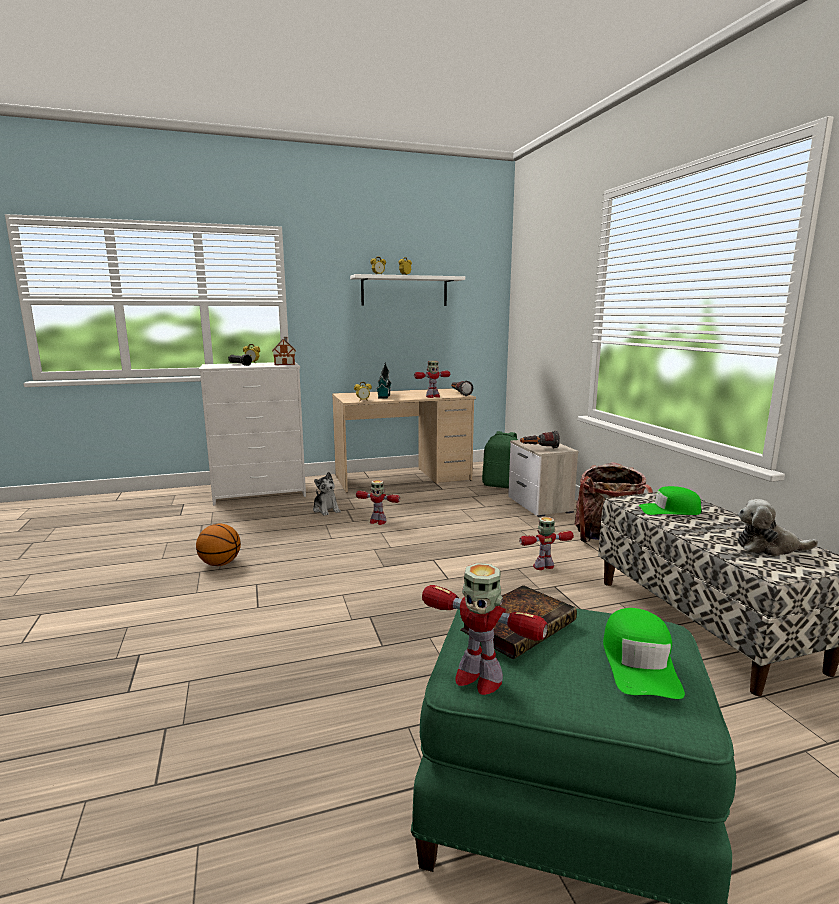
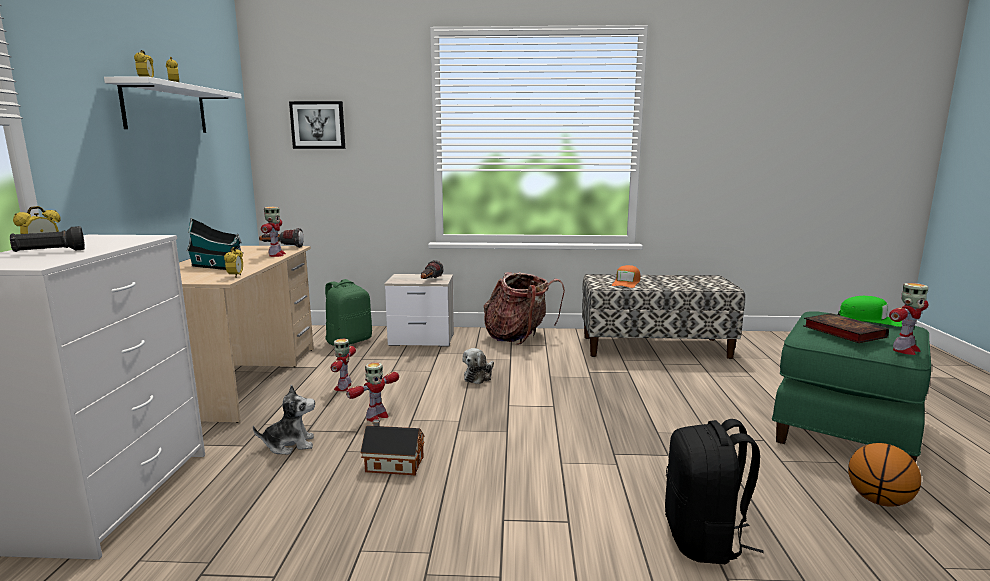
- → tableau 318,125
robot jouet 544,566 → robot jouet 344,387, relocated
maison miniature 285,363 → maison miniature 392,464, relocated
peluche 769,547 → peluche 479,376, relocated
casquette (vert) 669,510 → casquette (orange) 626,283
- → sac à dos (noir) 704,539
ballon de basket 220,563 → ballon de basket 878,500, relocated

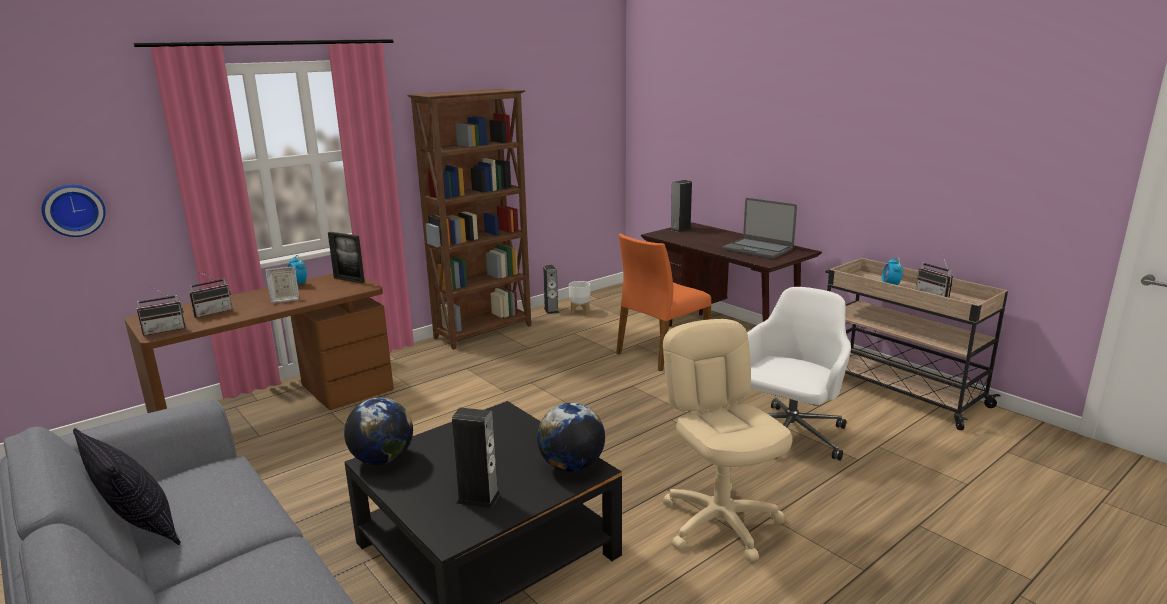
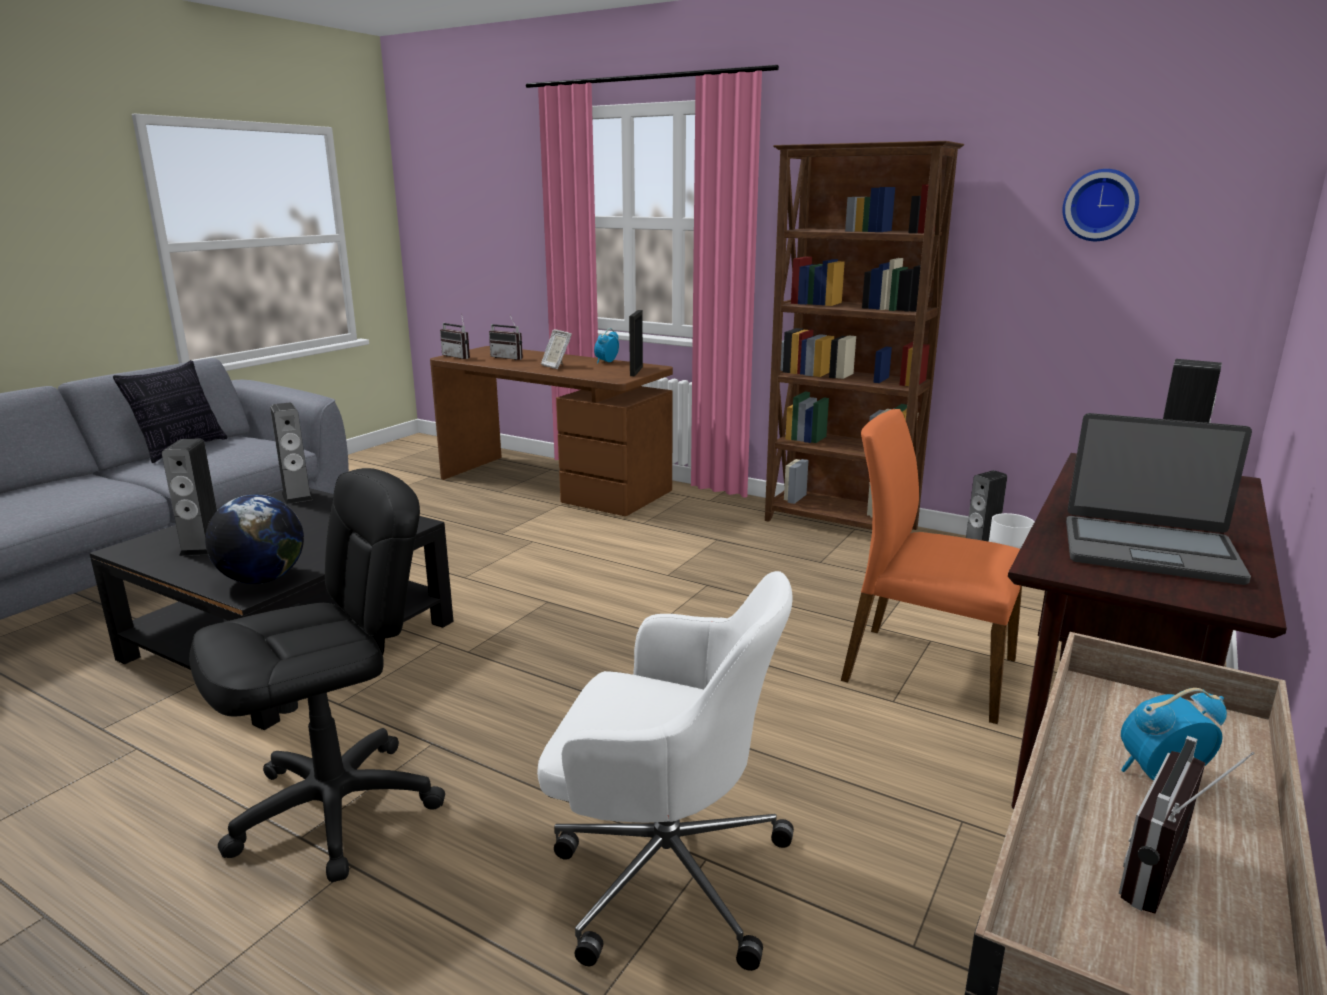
chaise de bureau (beige) 720,523 → chaise de bureau (noir) 336,809
globe 382,459 → enceinte 297,496
horloge murale 73,210 → horloge murale 1100,205, relocated
ordinateur portable 758,249 → ordinateur portable 1149,550, 90 degrees counterclockwise

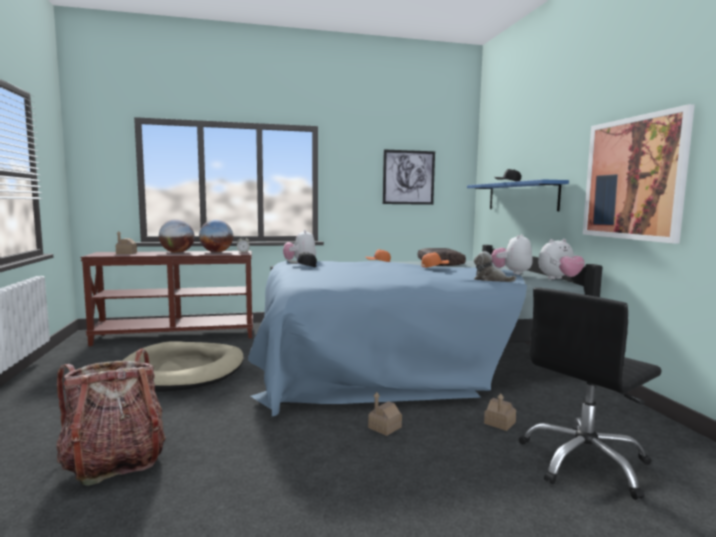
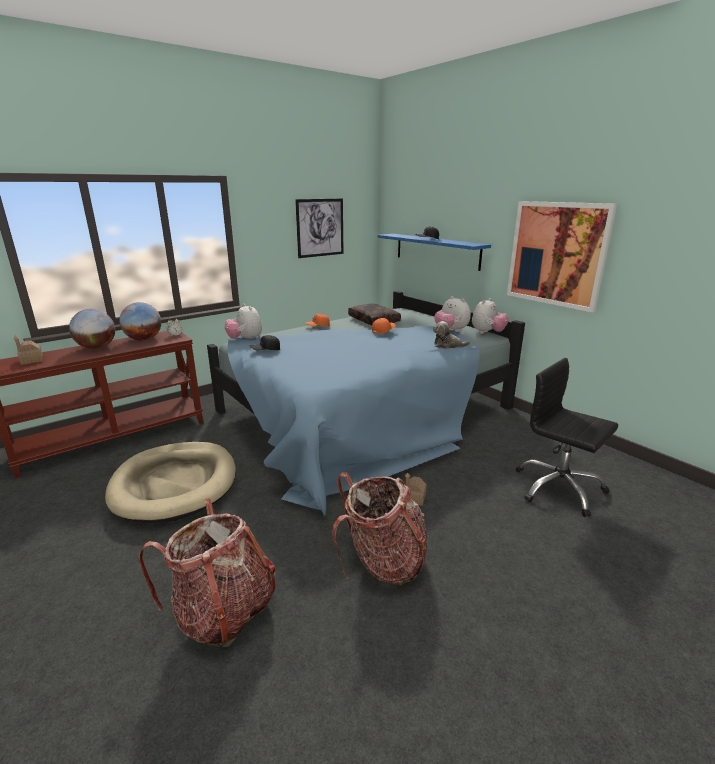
- → sac à dos 383,561
peluche 512,273 → peluche 451,331, 45 degrees counterclockwise
chaise de bureau (noir) 584,462 → chaise de bureau (noir) 558,488, 105 degrees clockwise
maison miniature 499,423 → -

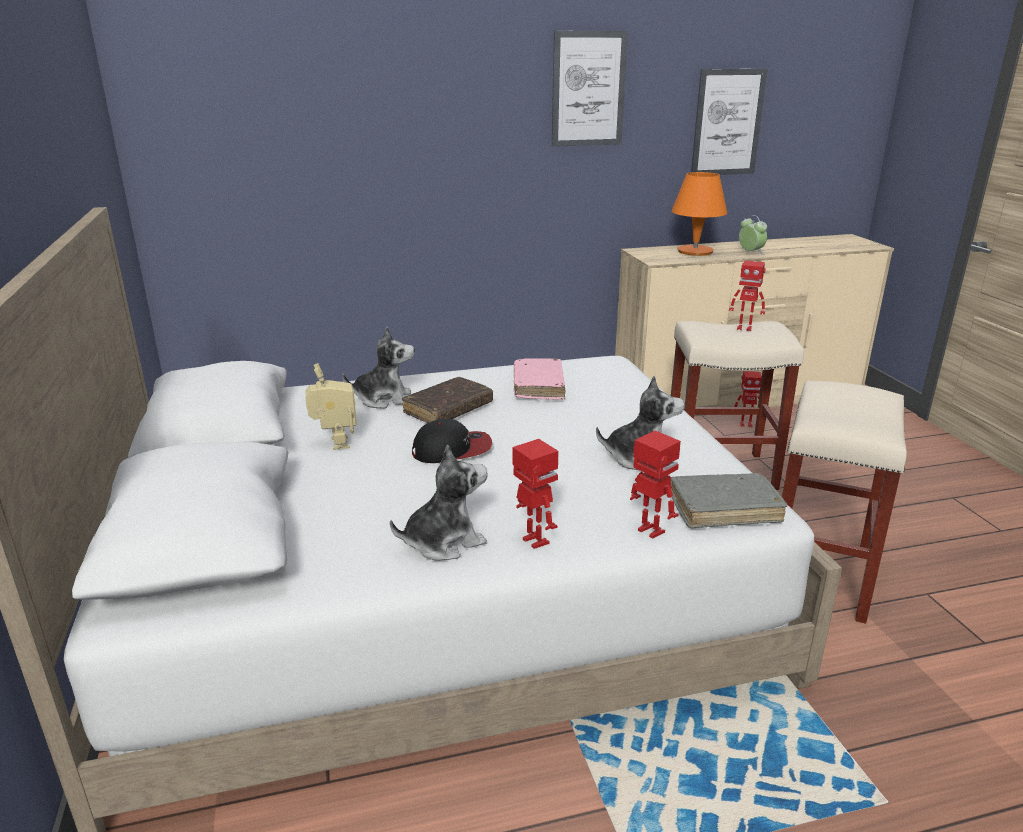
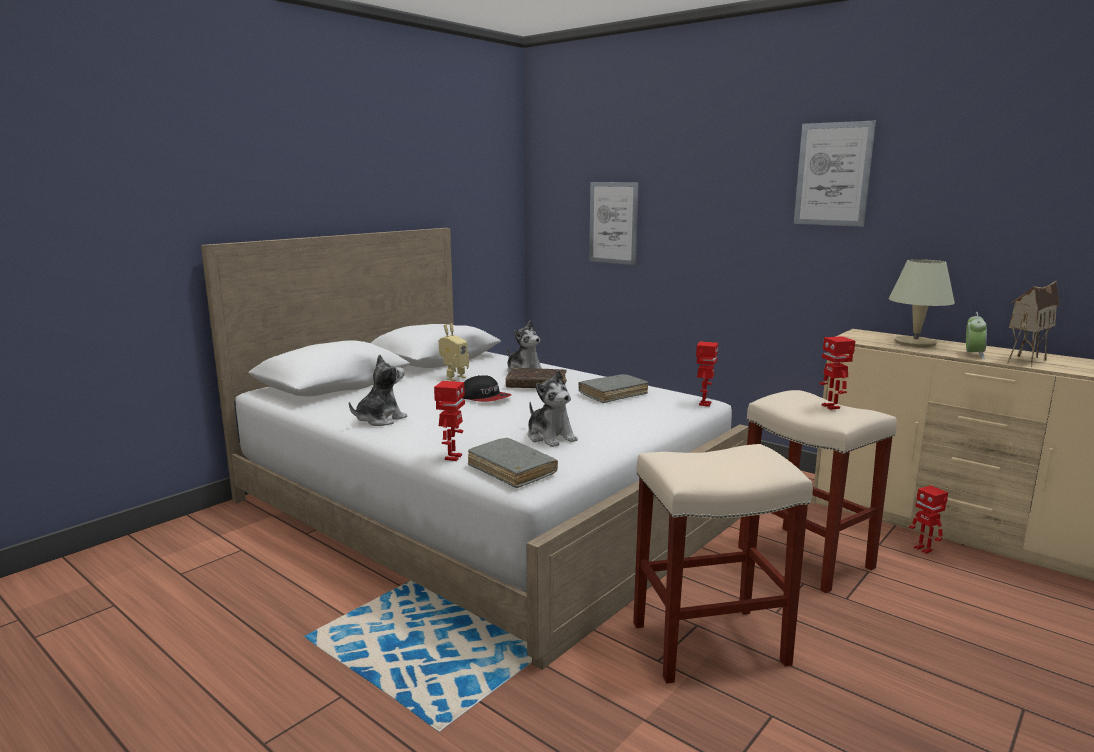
peluche 443,542 → peluche 380,420, 75 degrees counterclockwise
livre (rose) 538,386 → livre (gris) 613,394
tableau 727,123 → tableau 613,223, relocated
robot jouet 534,541 → robot jouet 704,404, relocated
lampe de table (orange) 695,251 → lampe de table (beige) 915,343
- → maison miniature 1024,360

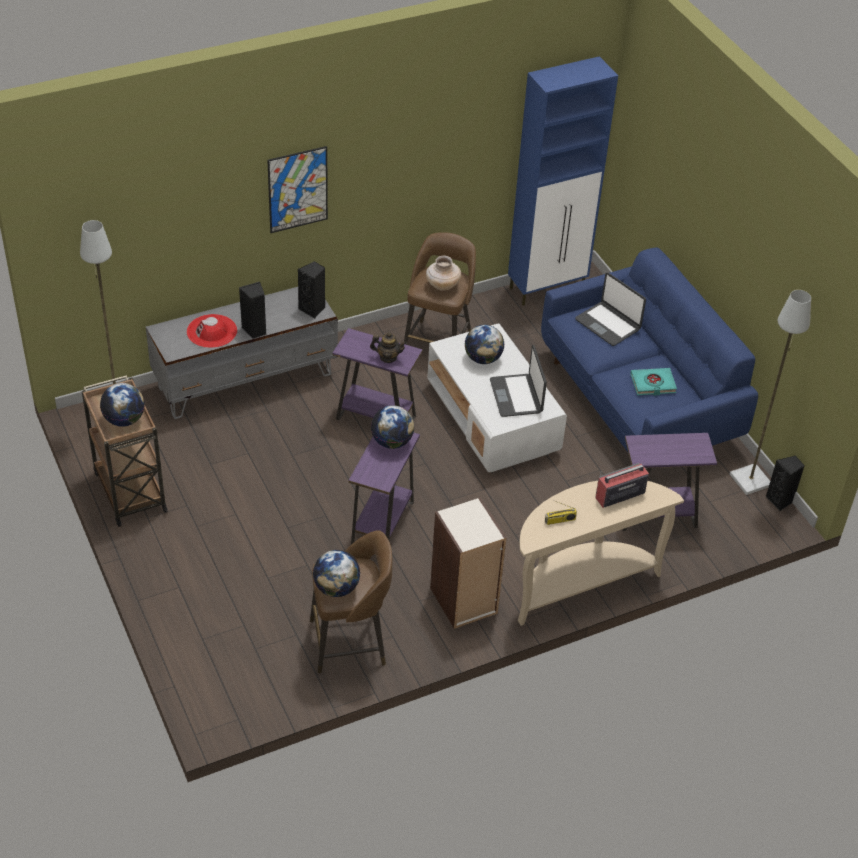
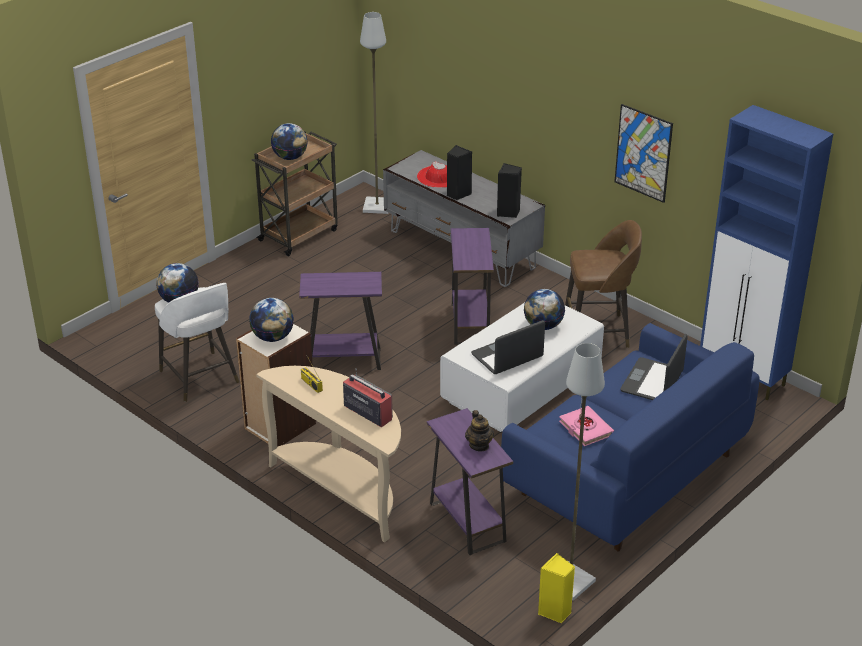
tabouret (marron) 350,642 → tabouret (blanc) 200,378
globe 392,442 → globe 272,337, relocated
théière 388,357 → théière 479,445, relocated
enceinte (noir) 780,501 → enceinte (jaune) 555,612
livre (turquoise) 653,384 → livre (rose) 585,429
tableau 298,189 → tableau 643,153, relocated
vase (beige) 442,285 → -

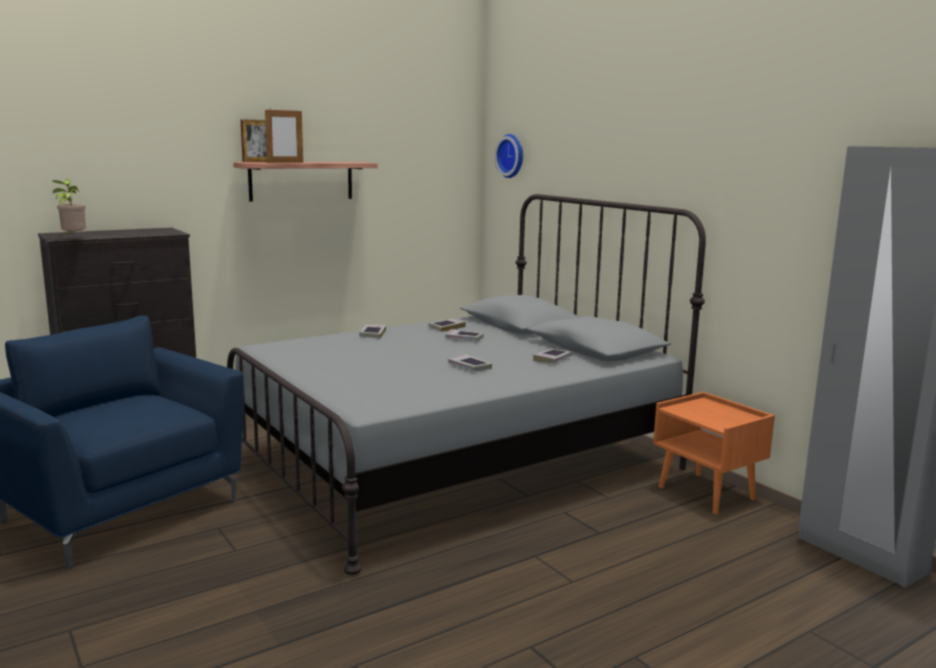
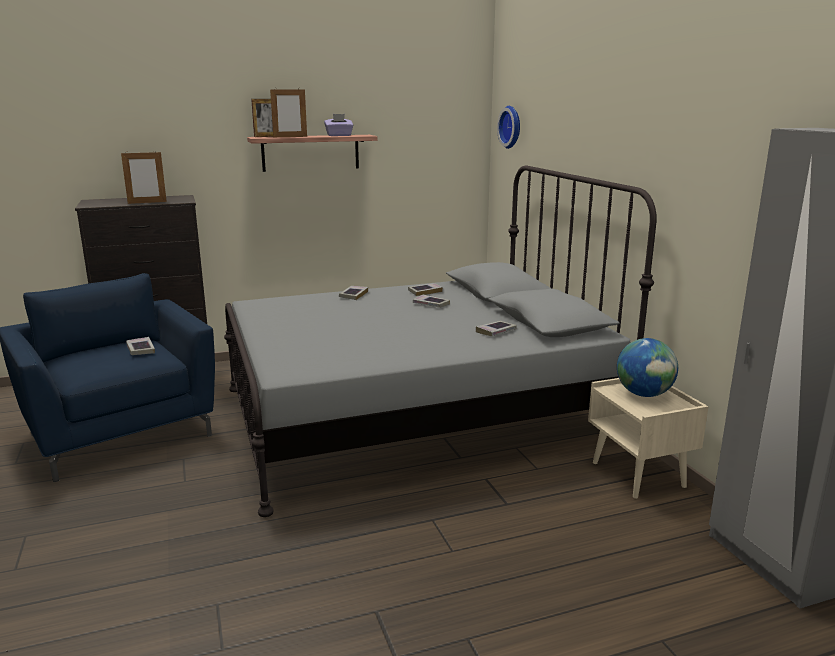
- → cadre photo 147,202
livre 469,367 → livre 140,349, relocated
- → boîte à mouchoirs (violet) 339,135
table de chevet (orange) 707,493 → table de chevet (beige) 639,475
- → globe 644,394
plante en pot 73,238 → -

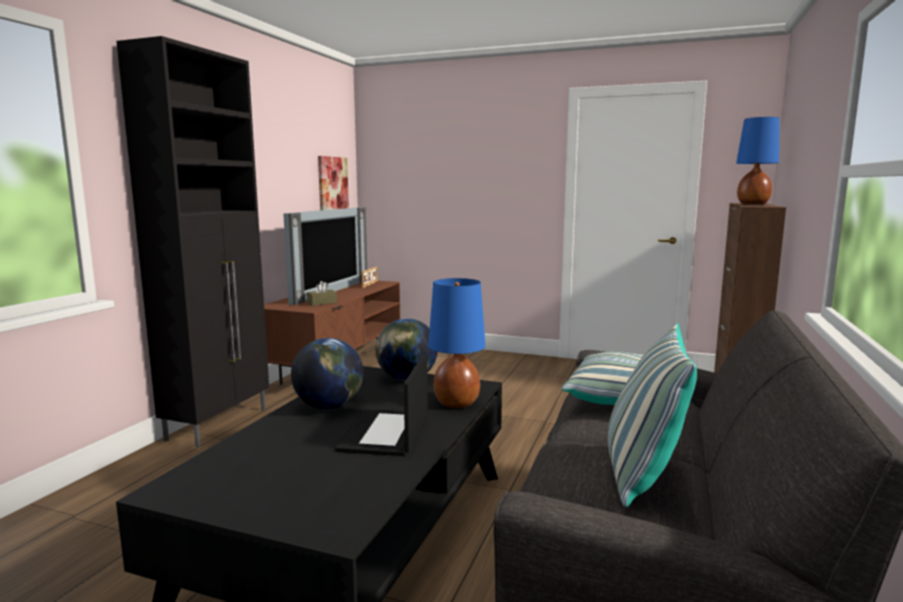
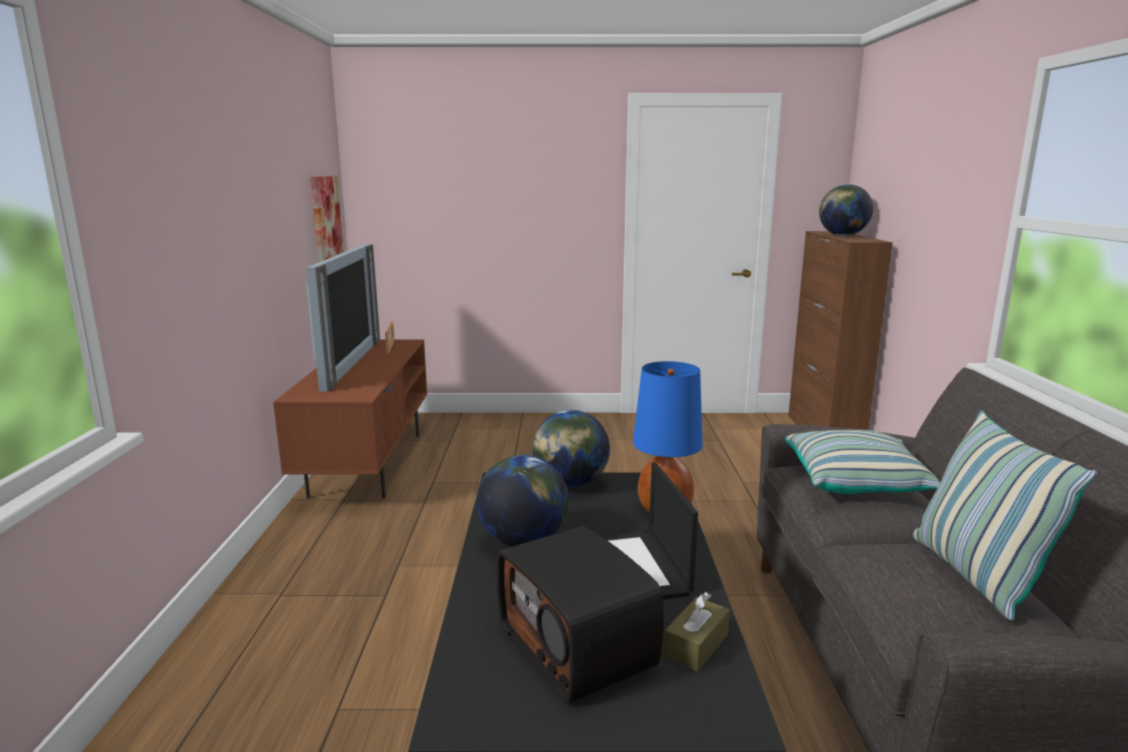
- → radio 579,646
boîte à mouchoirs (marron) 322,303 → boîte à mouchoirs (marron) 696,645, relocated
lampe de table (bleu) 752,204 → globe 842,235
meuble de rangement (noir) 219,423 → -

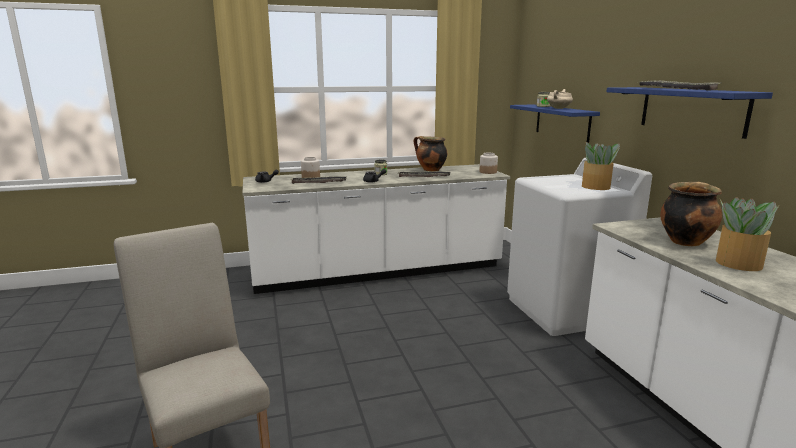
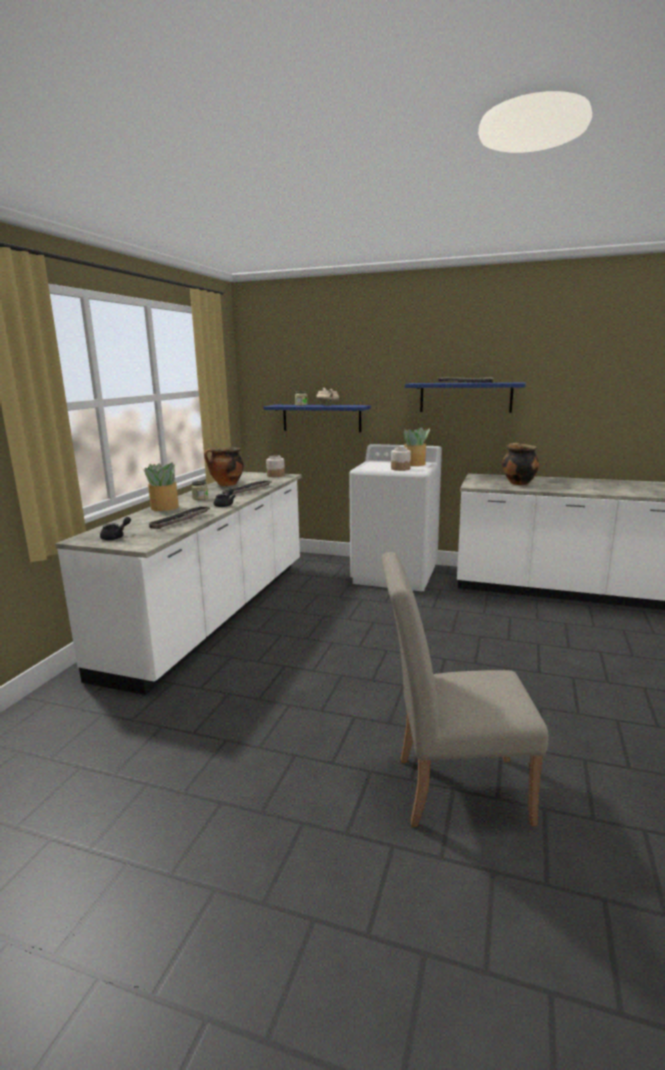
plante en pot 737,263 → plante en pot 164,507, relocated
bocal 311,177 → bocal 400,469, relocated

